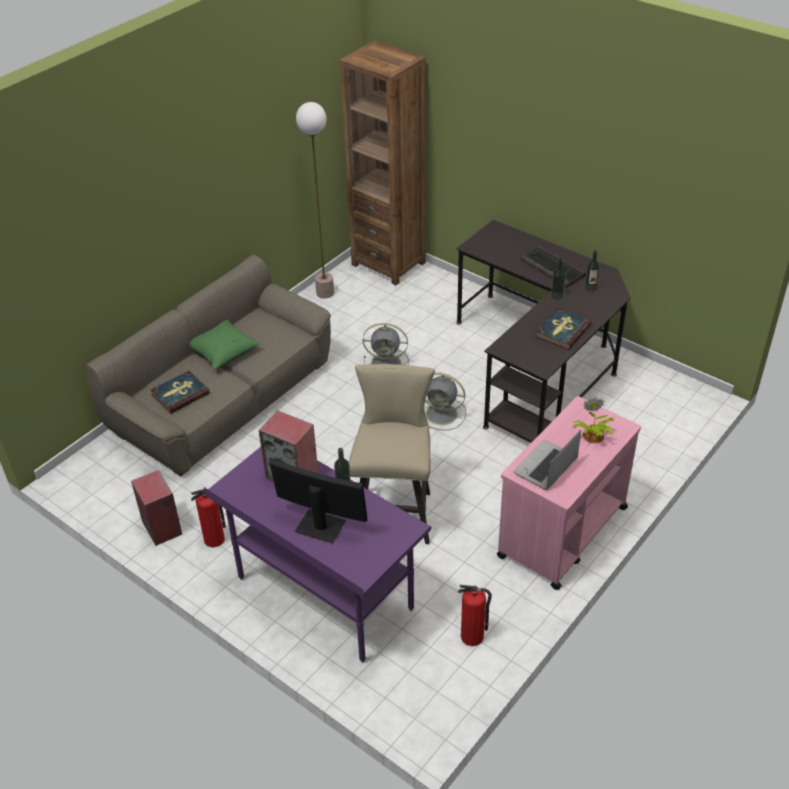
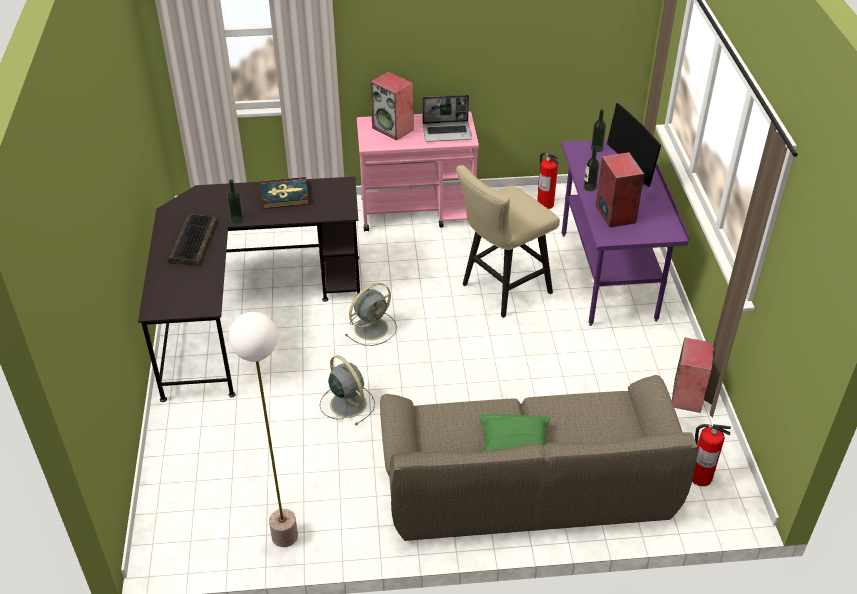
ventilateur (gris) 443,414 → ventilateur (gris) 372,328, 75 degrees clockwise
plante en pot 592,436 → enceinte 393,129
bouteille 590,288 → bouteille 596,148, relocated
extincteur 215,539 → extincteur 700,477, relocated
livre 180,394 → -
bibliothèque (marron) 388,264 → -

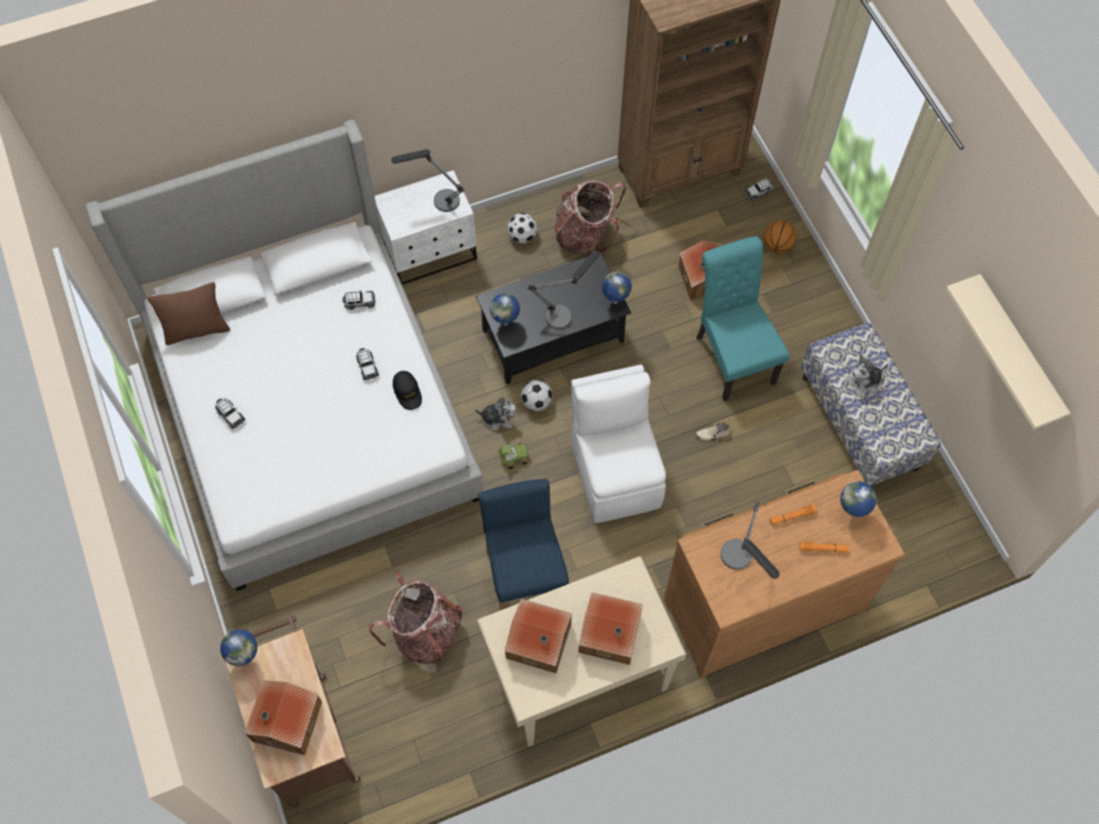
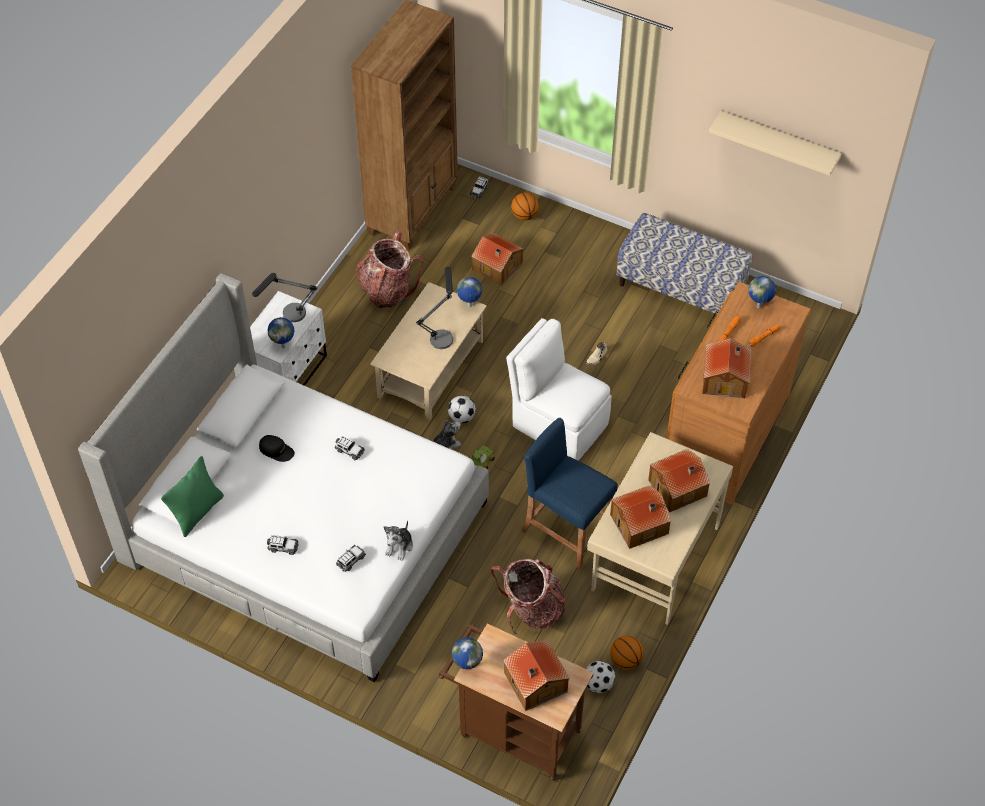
coussin (marron) 197,330 → coussin (vert) 197,512
casquette (noir) 407,392 → casquette (noir) 276,450, relocated
globe 506,323 → globe 283,346, relocated
petite voiture 359,302 → petite voiture 350,560, relocated
table basse (noir) 552,337 → table basse (beige) 430,370
peluche 864,382 → peluche 399,546, relocated
ballon de foot 522,236 → ballon de foot 598,683, relocated
- → ballon de basket 625,660
lampe de table 741,563 → maison miniature 725,378
chaise (turquoise) 731,355 → -

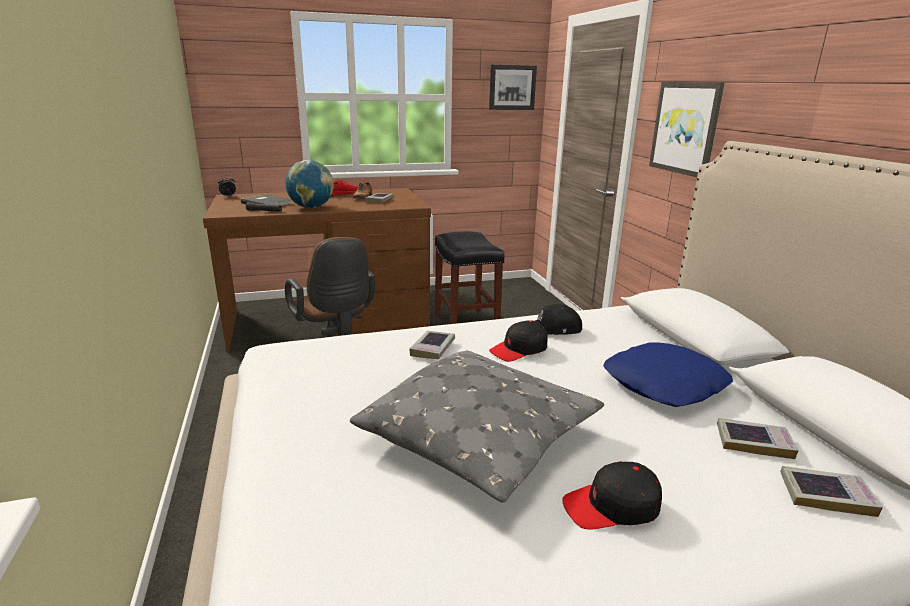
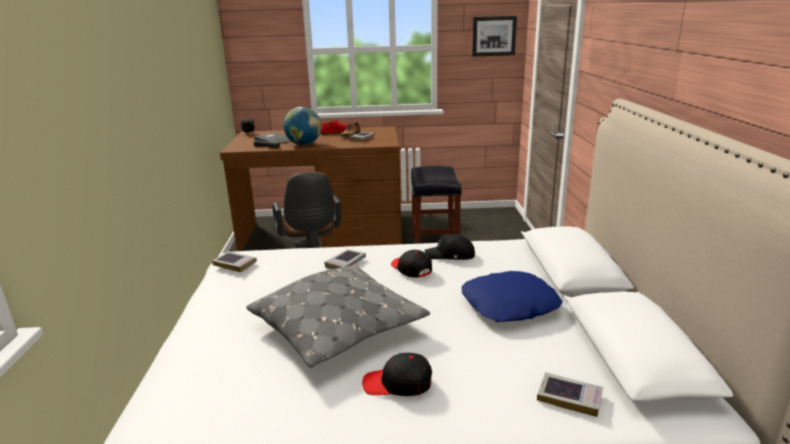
livre 754,442 → livre 235,264, relocated
casquette (noir) 519,349 → casquette (noir) 411,269, 75 degrees clockwise
tableau 685,128 → -

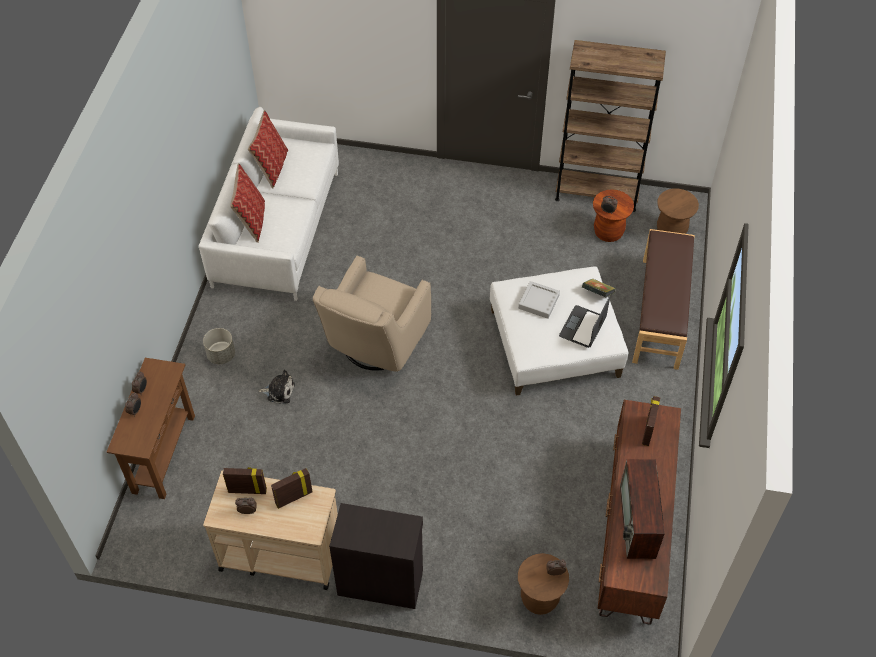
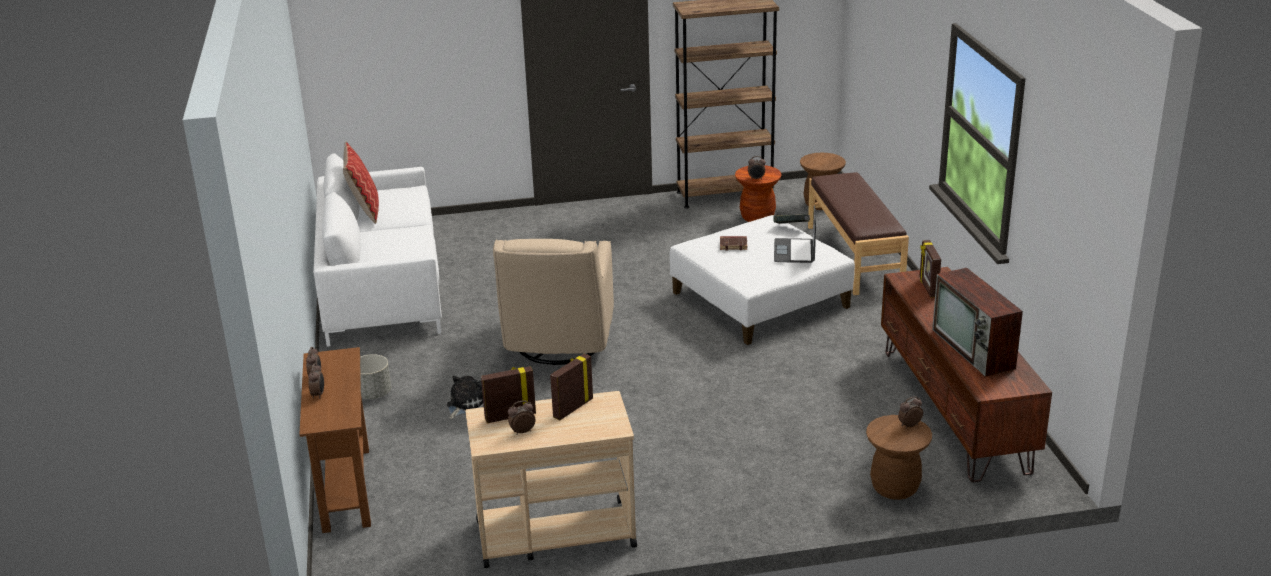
peluche 279,391 → peluche 465,405, 45 degrees counterclockwise
plateau (gris) 538,302 → livre (marron) 733,245
coussin 252,221 → -
meuble de rangement (noir) 380,581 → -

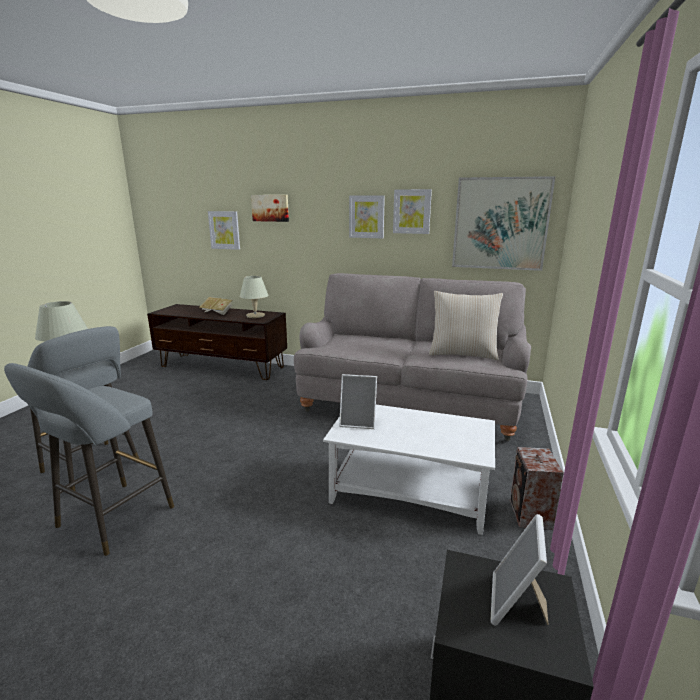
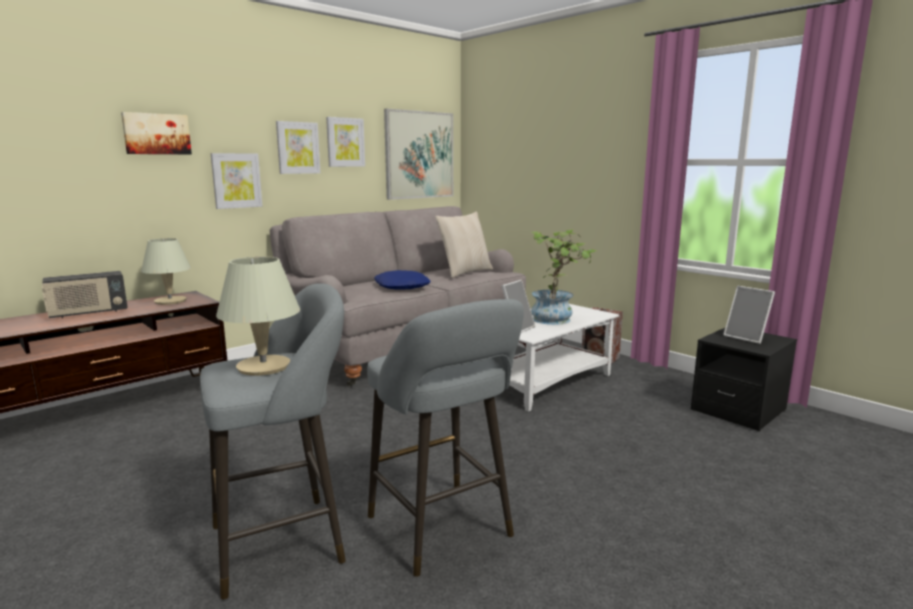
livre 217,312 → radio 88,313
tableau 224,230 → tableau 236,180, relocated
- → coussin (bleu) 402,286
- → plante en pot 557,319

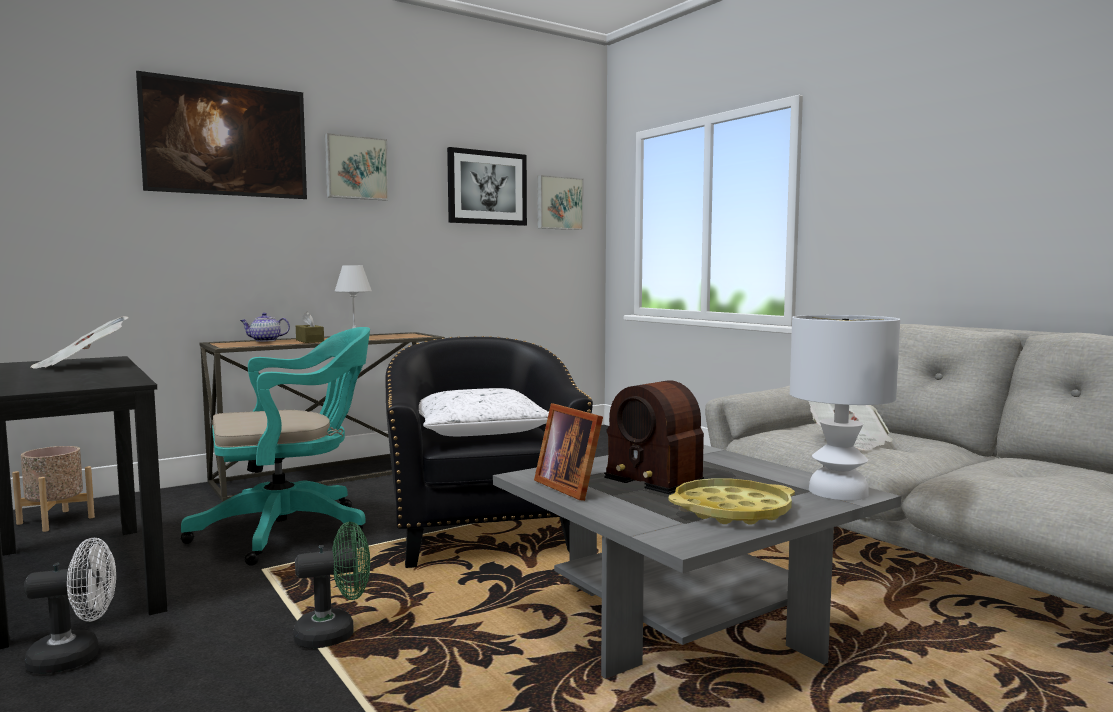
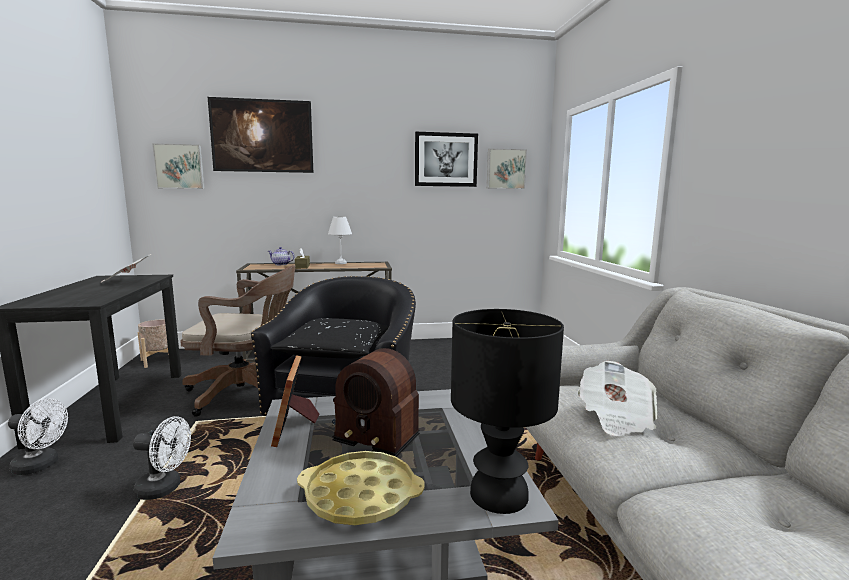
ventilateur (vert) 335,634 → ventilateur (blanc) 165,489
tableau 356,168 → tableau 179,166, relocated
chaise de bureau (turquoise) 291,531 → chaise de bureau (marron) 247,393
coussin (blanc) 480,431 → coussin (noir) 335,351
radio 655,476 → radio 375,428, 45 degrees counterclockwise
lampe de table (blanc) 836,491 → lampe de table (noir) 498,493

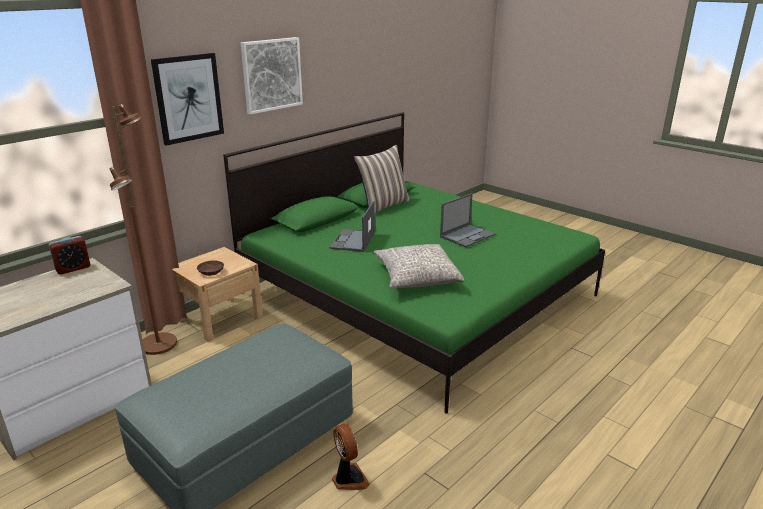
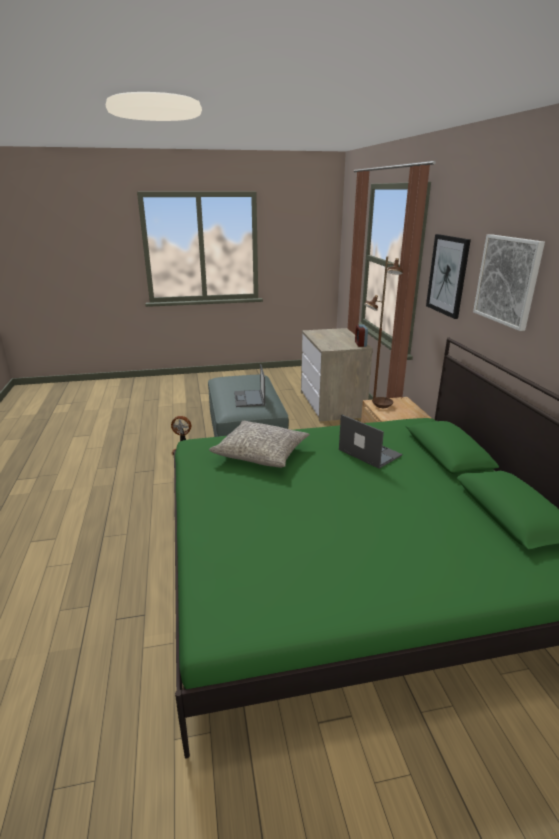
ordinateur portable 467,235 → ordinateur portable 249,399, relocated
coussin 383,205 → -

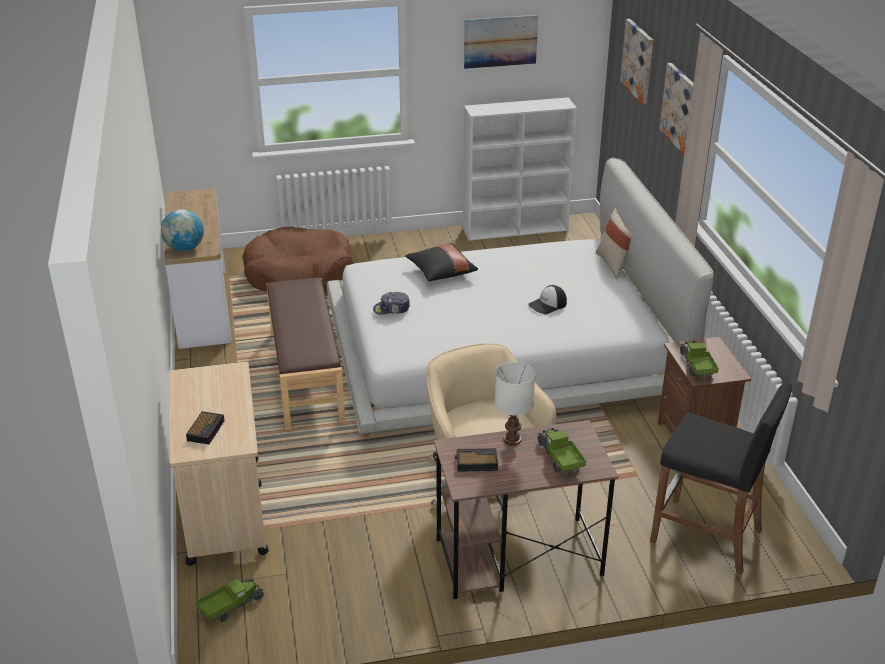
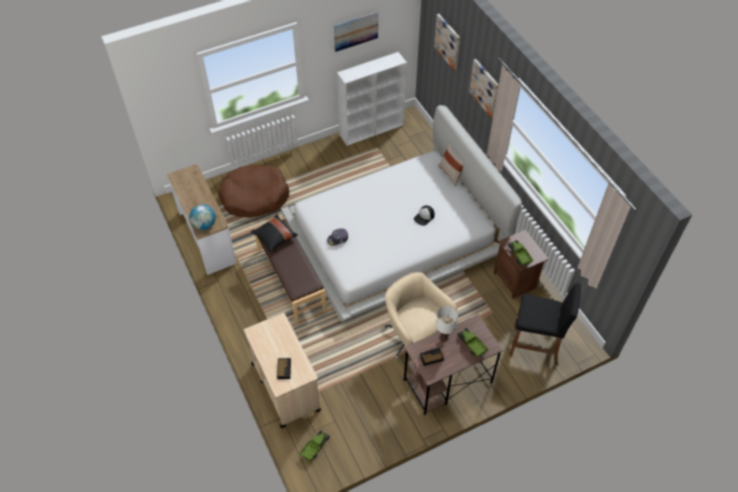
coussin (noir) 441,272 → coussin (noir) 274,237, relocated

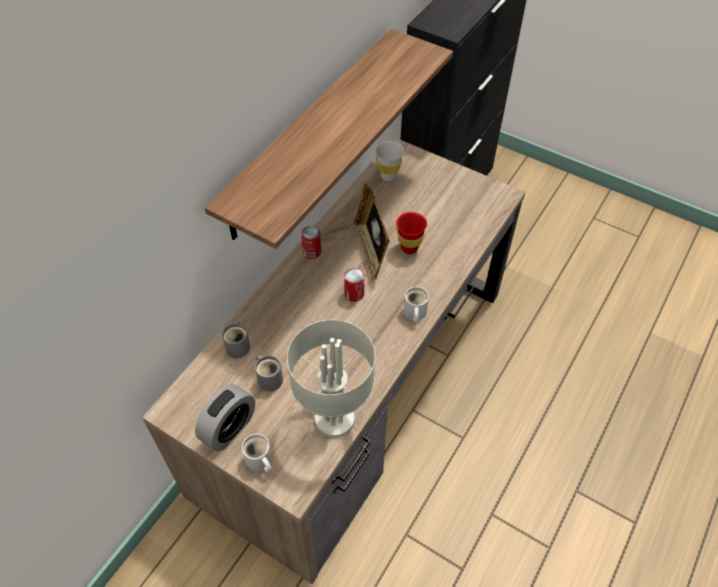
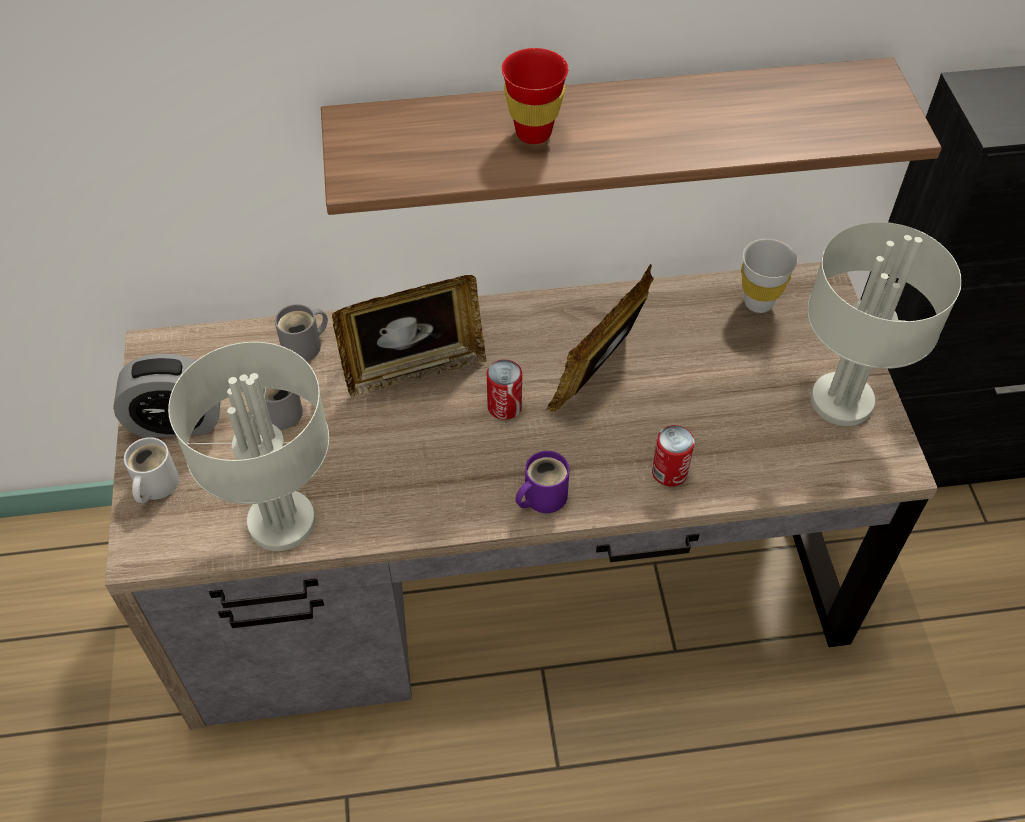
- → cadre photo 414,369
tasse (rouge) 409,248 → tasse (rouge) 533,133, relocated
mug (blanc) 414,313 → mug (violet) 541,496
boîte métallique 312,252 → boîte métallique 669,472, relocated
- → lampe de table (gris) 840,402

